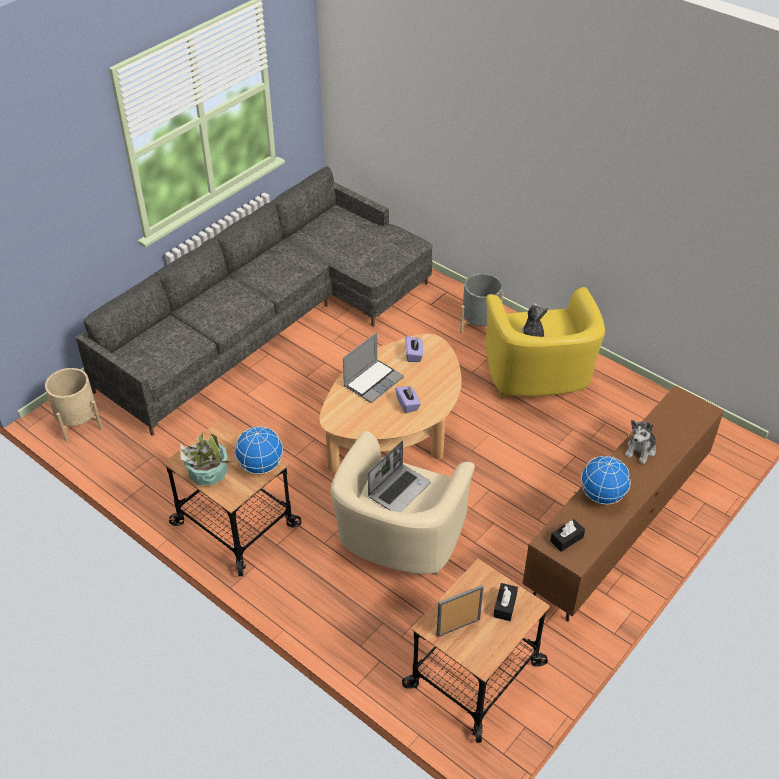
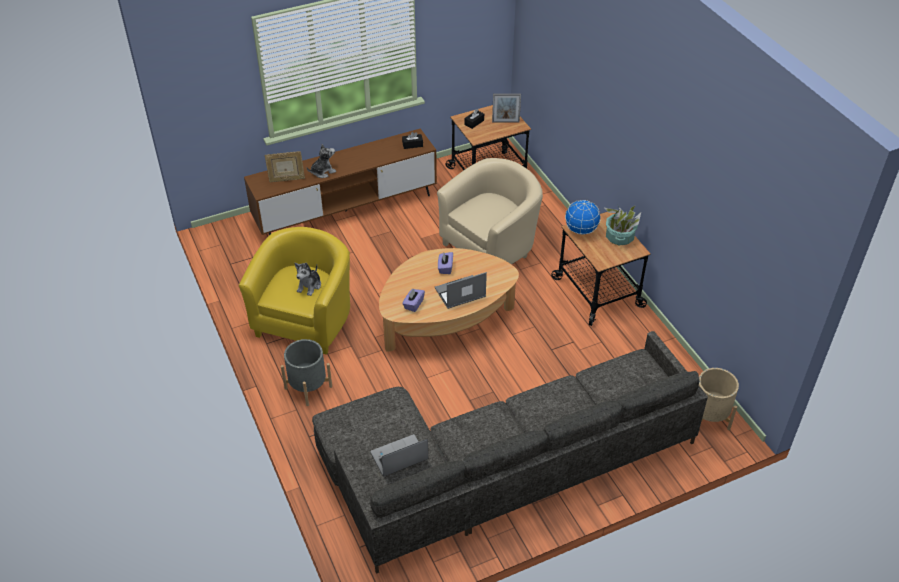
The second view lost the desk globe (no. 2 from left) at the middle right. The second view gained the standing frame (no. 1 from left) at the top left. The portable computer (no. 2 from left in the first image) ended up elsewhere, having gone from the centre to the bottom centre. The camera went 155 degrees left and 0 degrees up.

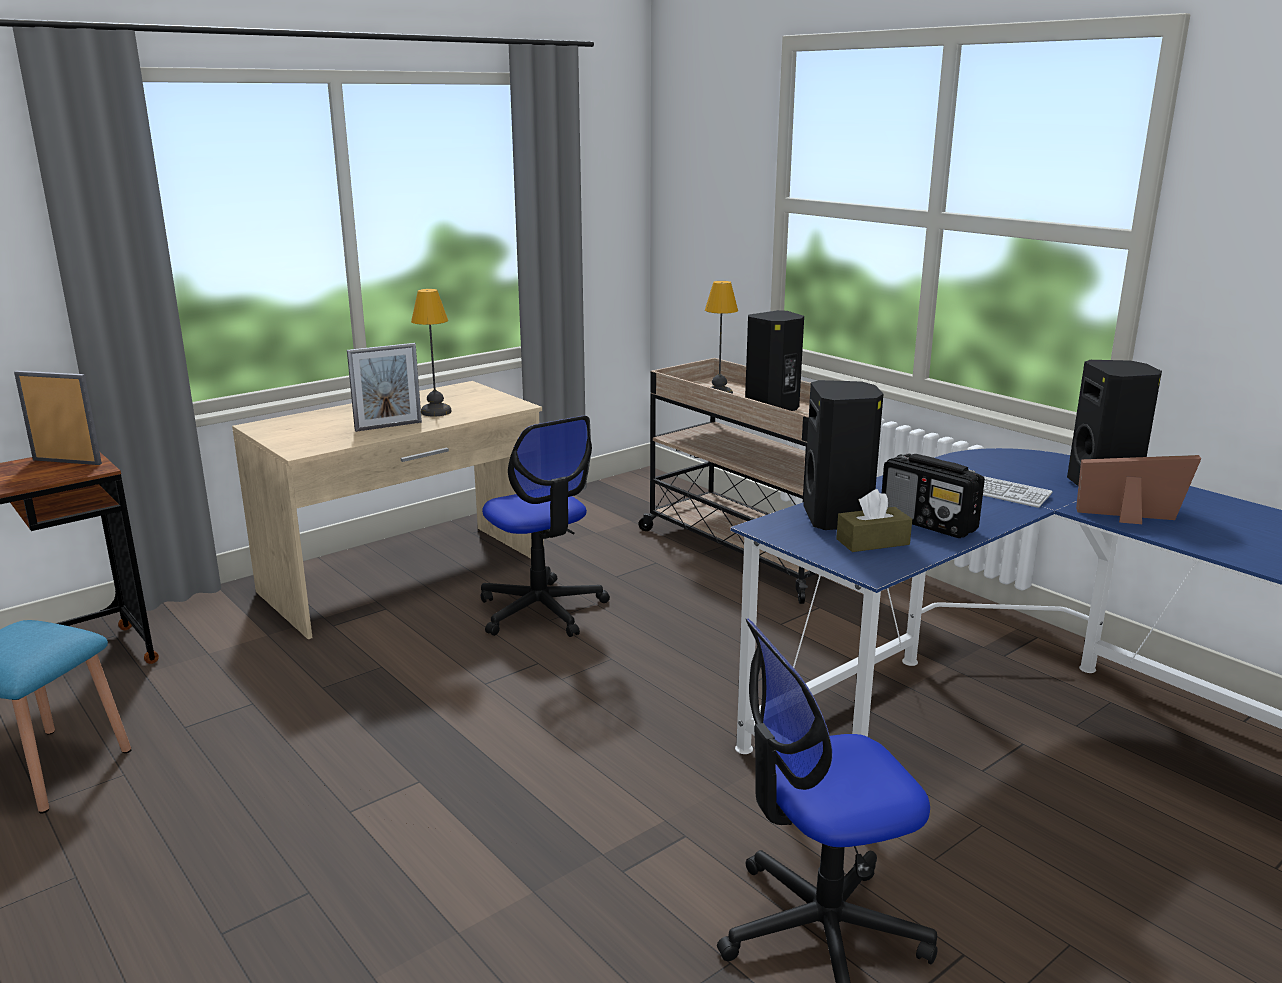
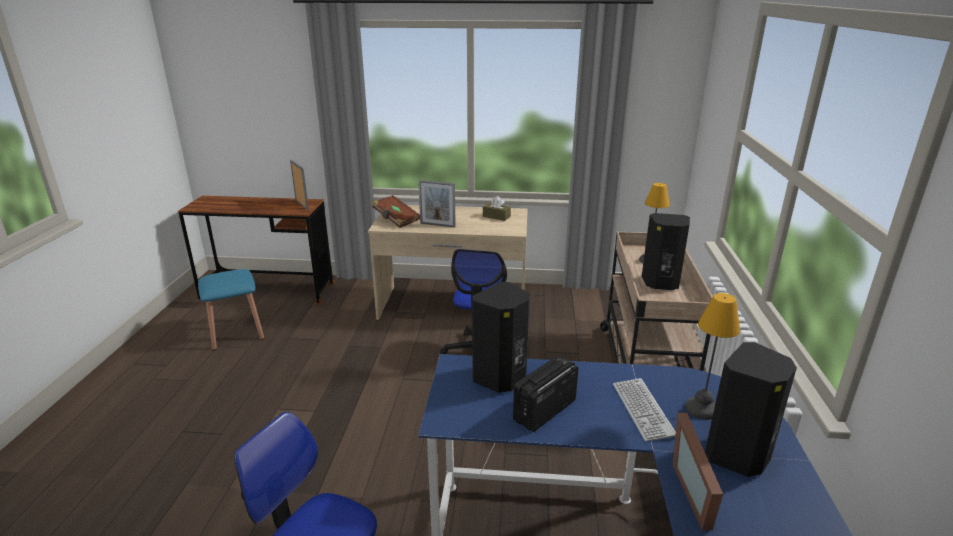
The second view gained the bound book (brown) at the centre. The lamp for a table (no. 1 from left in the first image) ended up elsewhere, having gone from the centre to the middle right. The box of tissues (brown) ended up elsewhere, having gone from the middle right to the centre. The radio at the middle right ended up facing another way, 45 degrees clockwise from before. The standing frame (no. 3 from left) at the middle right ended up facing another way, 150 degrees counterclockwise from before. The camera went 45 degrees right and 5 degrees up.

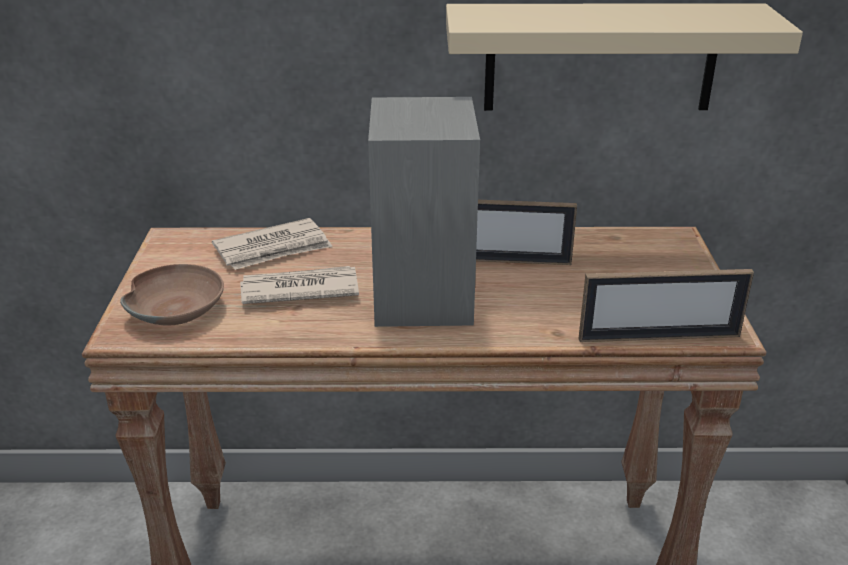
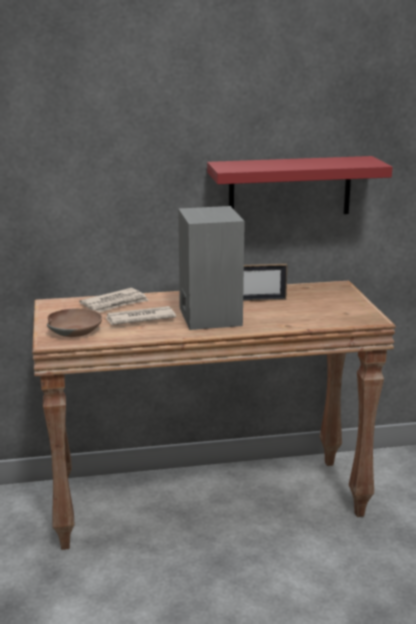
The second view lost the standing frame (no. 2 from left) at the middle right. What was the wall shelf (beige-coloured) at the top right turned into the wall shelf (reddish) at the top right. The camera went 10 degrees left and 10 degrees down.

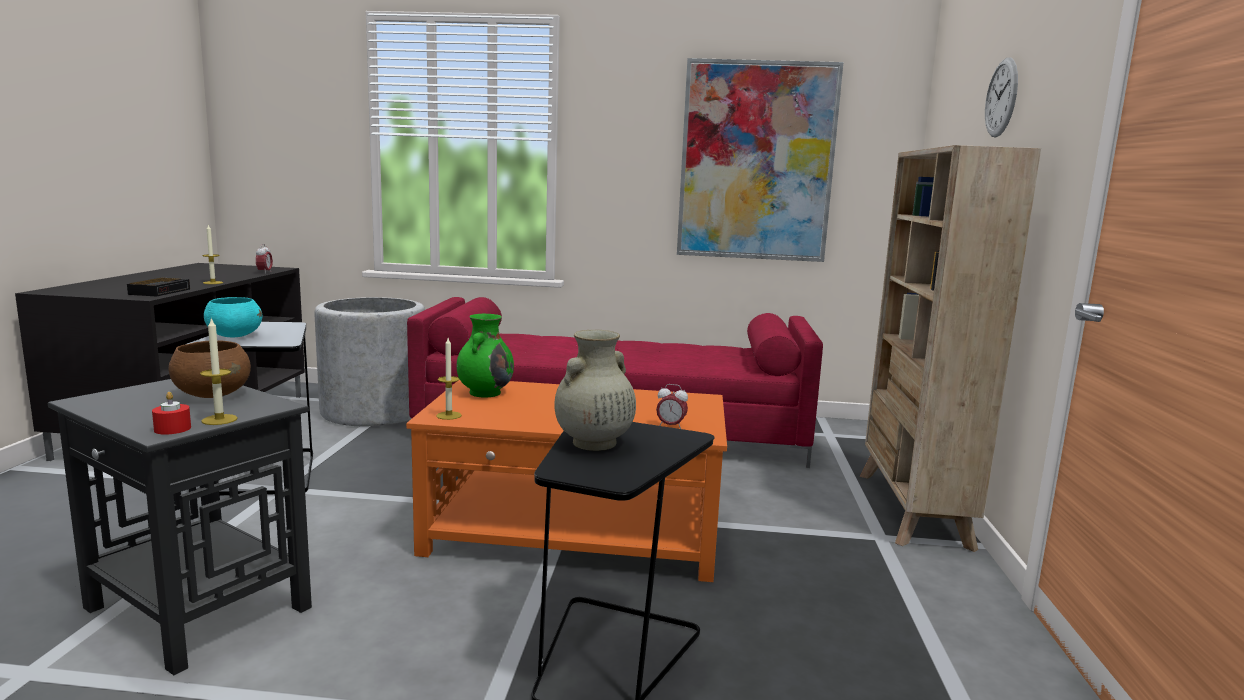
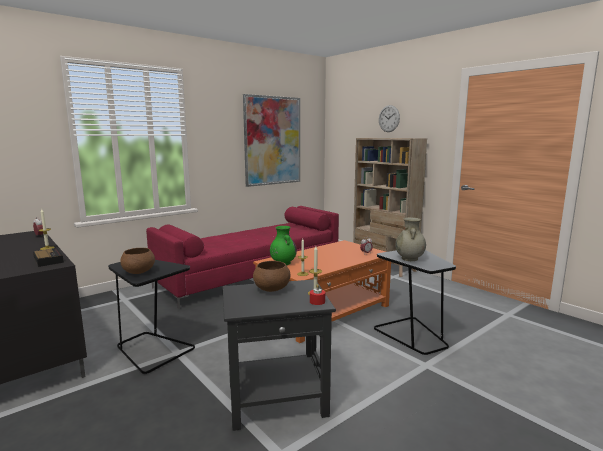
The second view lost the flower pot (gray) at the middle left. What was the serving bowl (turquoise-coloured) at the middle left turned into the serving bowl (brown) (no. 1 from left) at the middle left. The camera went 45 degrees left and 0 degrees up.

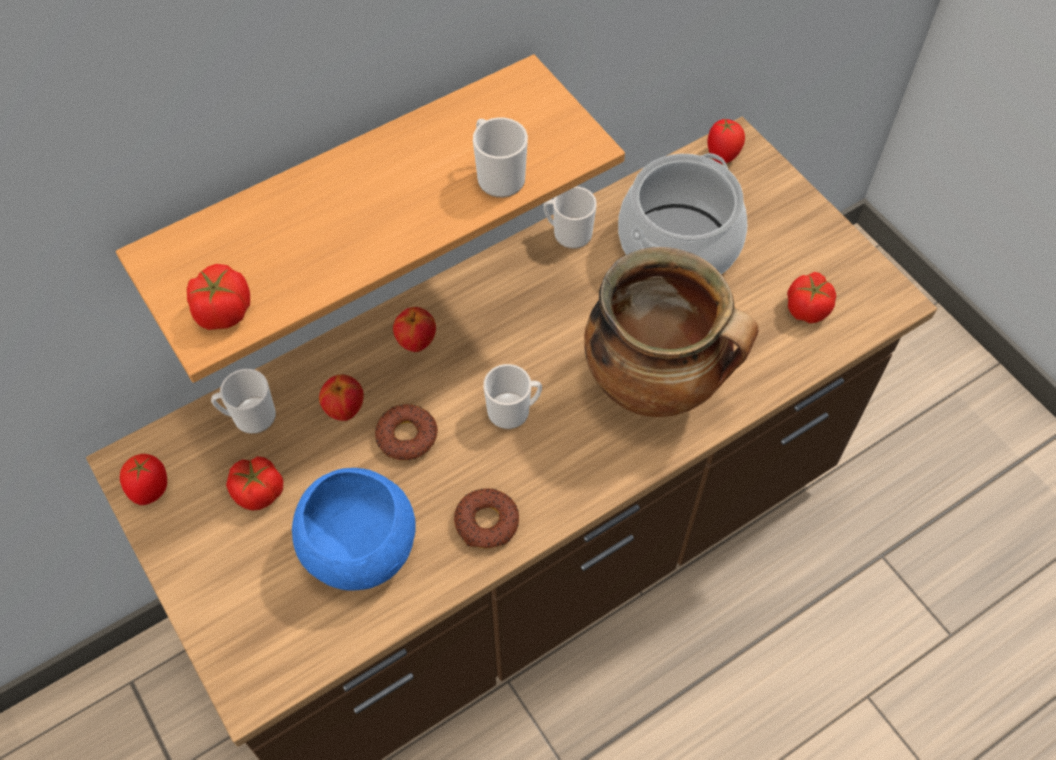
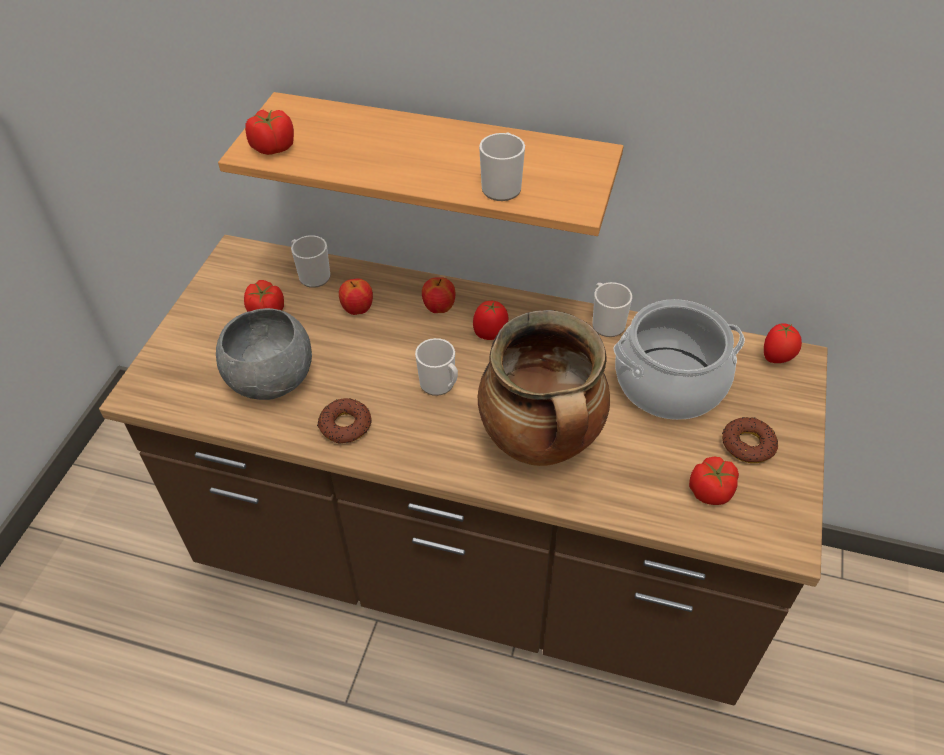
The fresh tomato (no. 1 from left in the first image) ended up elsewhere, having gone from the middle left to the centre. The ring doughnut (no. 1 from left in the first image) ended up elsewhere, having gone from the centre to the middle right. What was the serving bowl (blue-coloured) at the bottom centre turned into the serving bowl (gray) at the middle left. The camera went 50 degrees right and 10 degrees down.

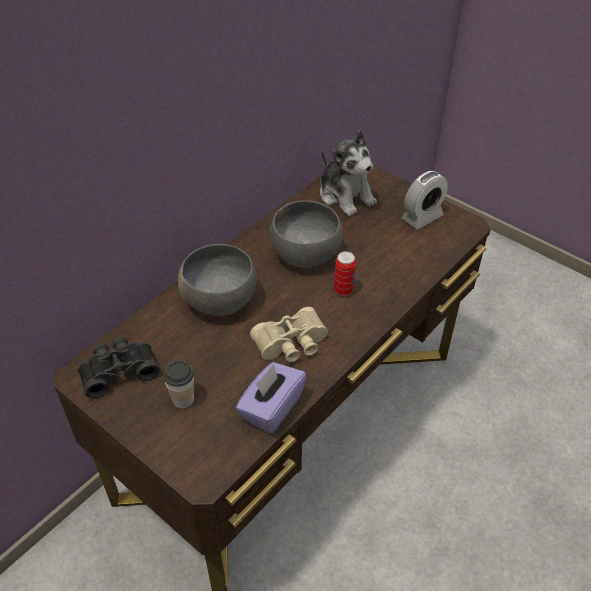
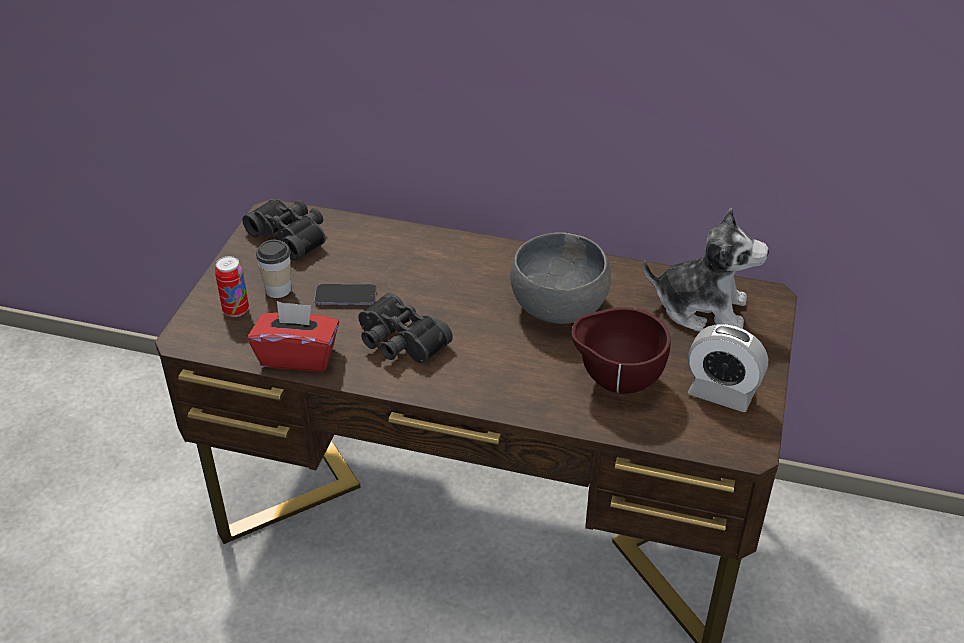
The second view lost the serving bowl (gray) (no. 1 from left) at the centre. The second view gained the handset at the centre. The second view gained the serving bowl (brown) at the centre. The metal can ended up elsewhere, having gone from the centre to the middle left. What was the box of tissues (purplish) at the bottom centre turned into the box of tissues (reddish) at the middle left. What was the pair of binoculars (beige-coloured) at the centre turned into the pair of binoculars (blackish) (no. 2 from left) at the centre. The cuddly toy at the top centre ended up facing another way, 105 degrees counterclockwise from before. The camera went 65 degrees right and 5 degrees down.

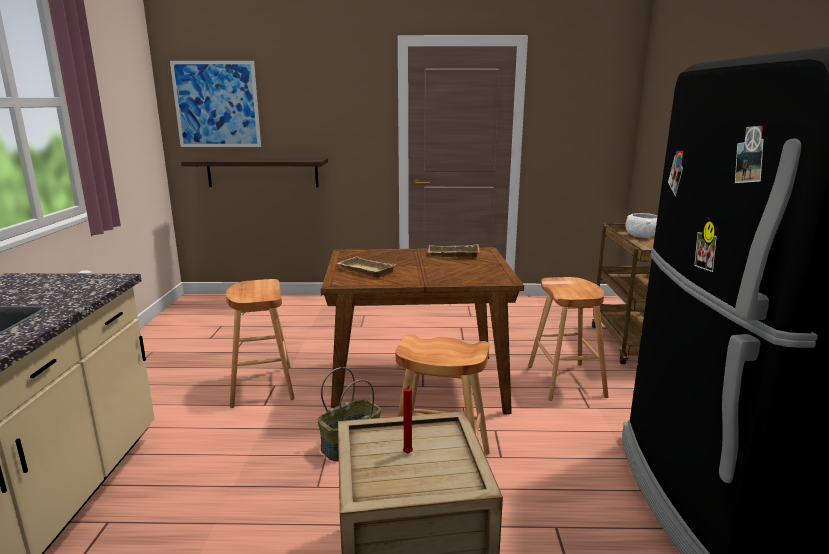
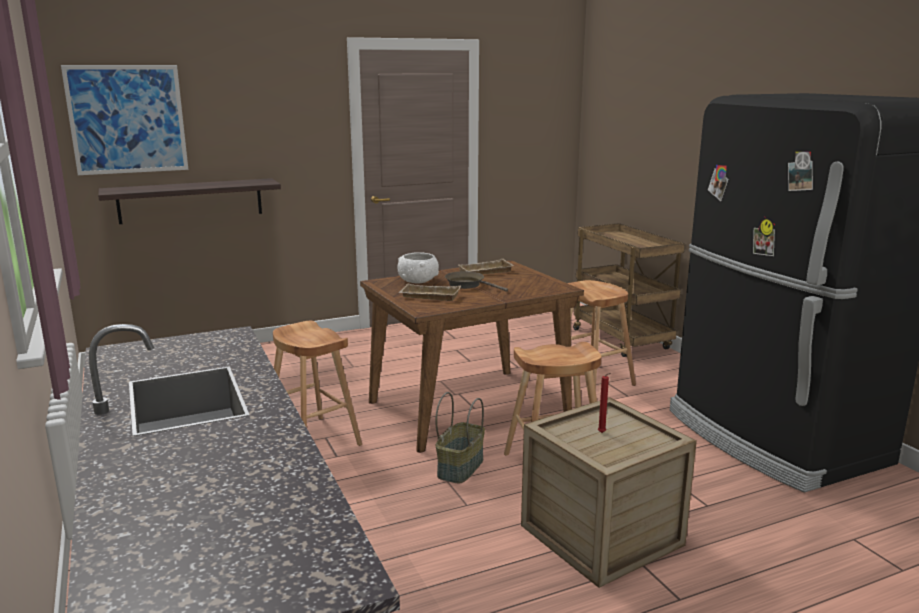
The second view gained the frying pan (brown) at the centre. The serving bowl (whitish) ended up elsewhere, having gone from the middle right to the centre. The camera went 25 degrees left and 0 degrees up.

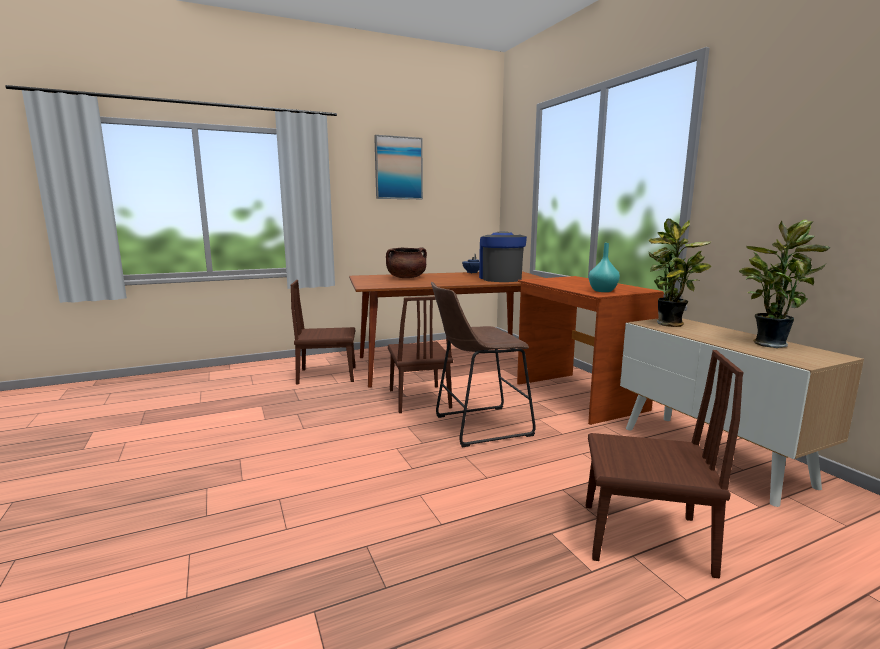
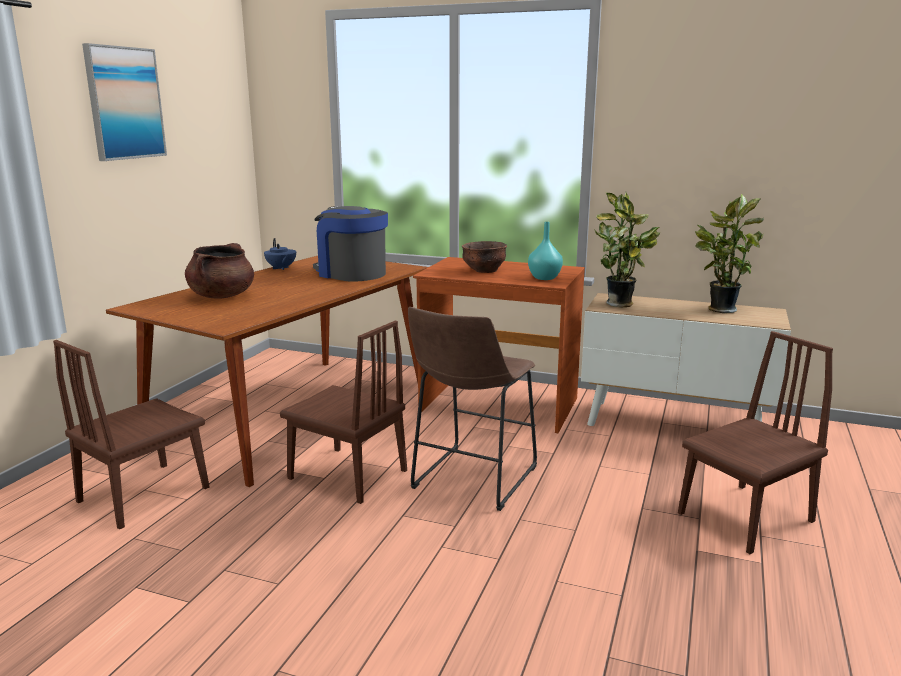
The second view gained the serving bowl (brown) at the centre. The camera went 45 degrees left and 5 degrees up.

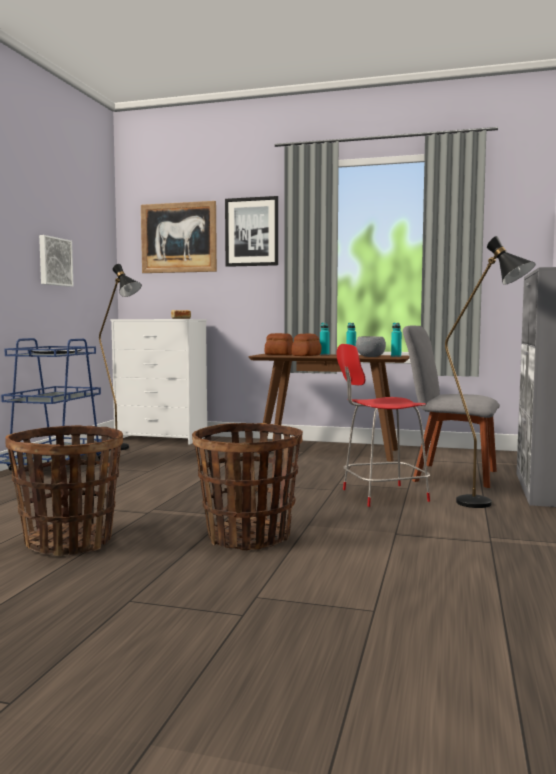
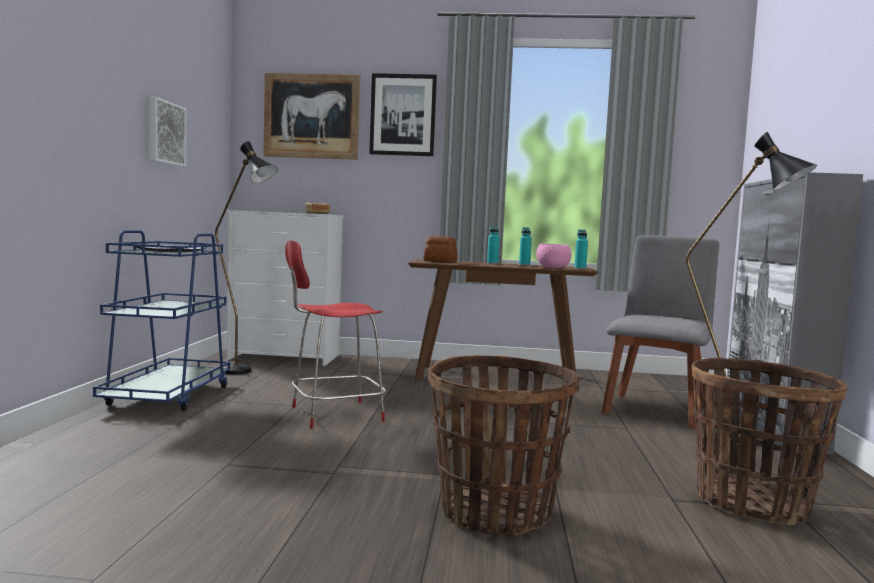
The second view lost the bread (no. 3 from left) at the centre. The basket (no. 1 from left in the first image) ended up elsewhere, having gone from the middle left to the bottom right. The chair (reddish) ended up elsewhere, having gone from the middle right to the centre. What was the serving bowl (gray) at the middle right turned into the serving bowl (pinkish) at the centre. The chair (gray) at the middle right ended up facing another way, 105 degrees clockwise from before. The camera went 10 degrees left and 0 degrees up.

